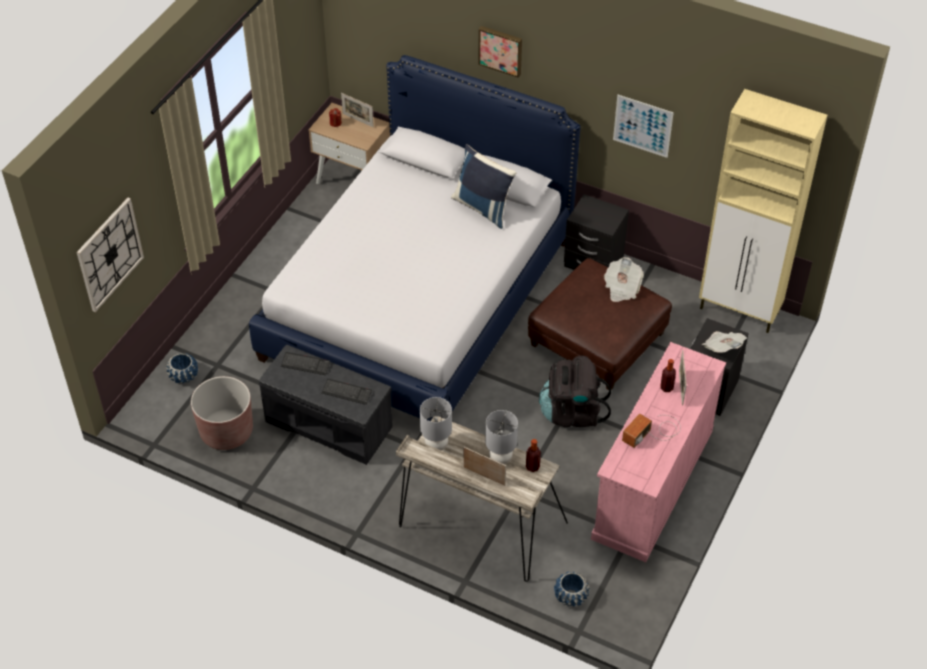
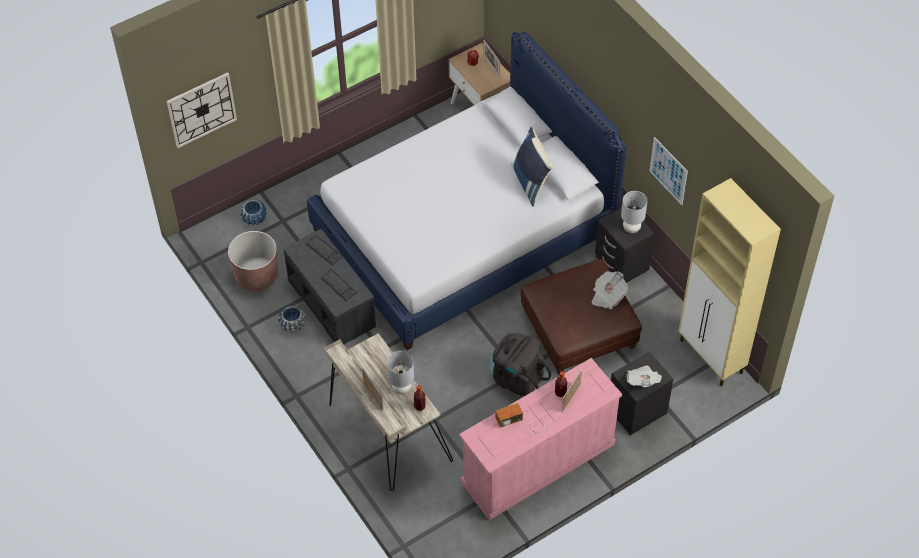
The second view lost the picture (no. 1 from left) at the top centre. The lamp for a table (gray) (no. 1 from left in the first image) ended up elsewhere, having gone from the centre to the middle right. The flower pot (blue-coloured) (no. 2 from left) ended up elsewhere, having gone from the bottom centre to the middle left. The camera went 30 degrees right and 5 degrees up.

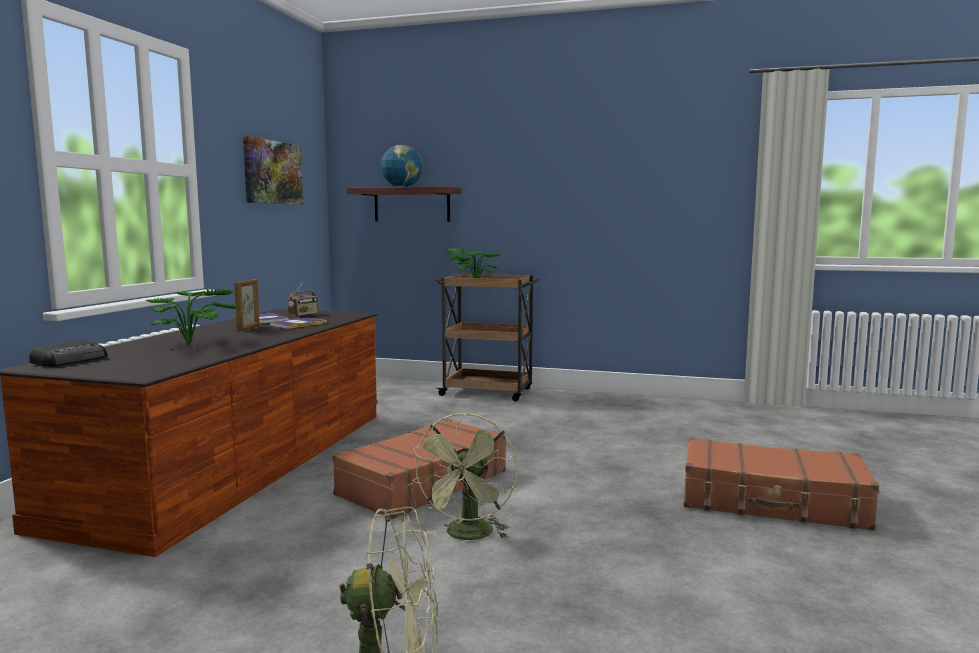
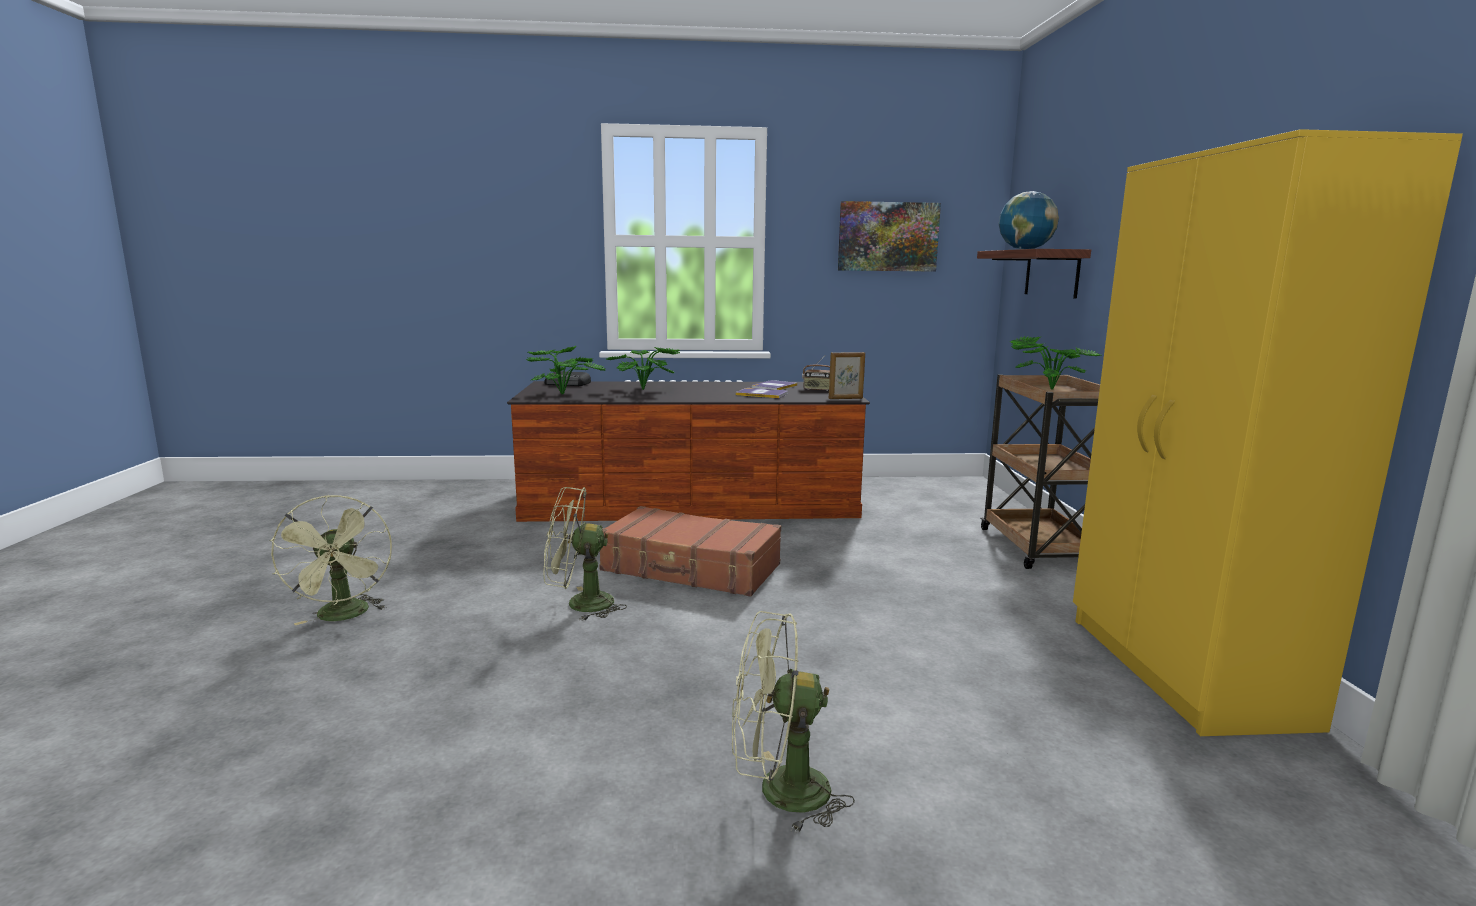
The second view gained the potted plant (no. 1 from left) at the centre. The second view gained the wardrobe (yellowish) at the middle right. The standing frame ended up elsewhere, having gone from the middle left to the centre. Where the piece of luggage (brown) (no. 2 from left) stood at the bottom right, the electric fan (greenish) (no. 3 from left) came to stand at the bottom centre. The camera went 70 degrees right and 5 degrees up.

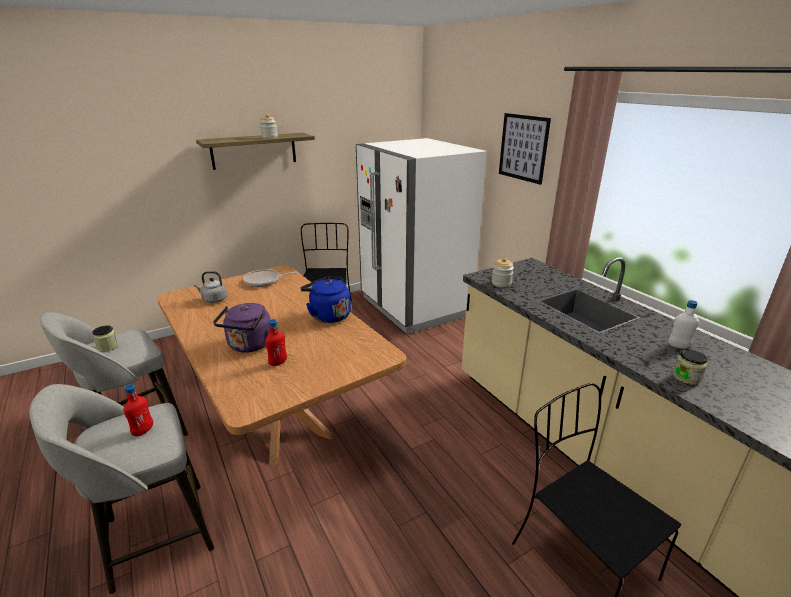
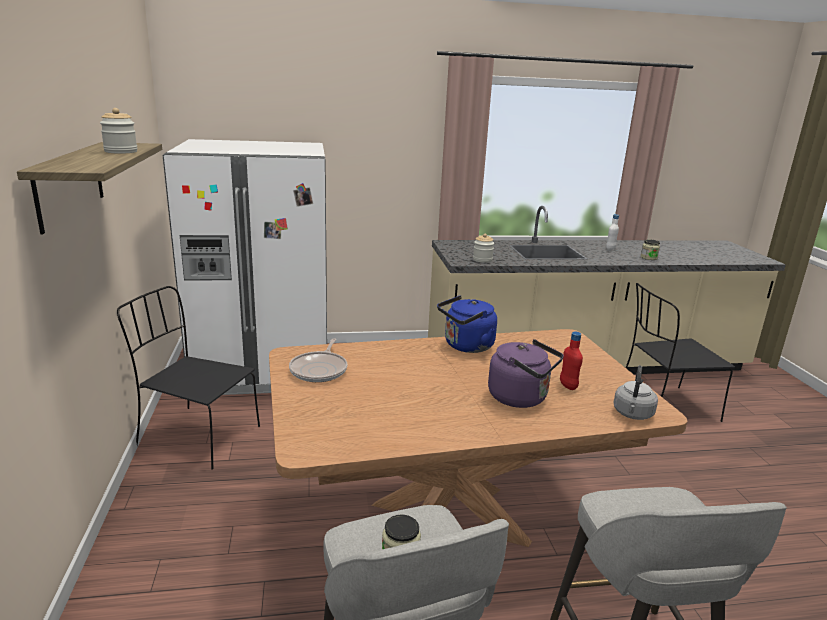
The second view lost the beverage bottle (reddish) (no. 1 from left) at the bottom left. The second view lost the picture at the top centre. The kettle (gray) ended up elsewhere, having gone from the middle left to the middle right. The camera went 70 degrees left and 5 degrees down.

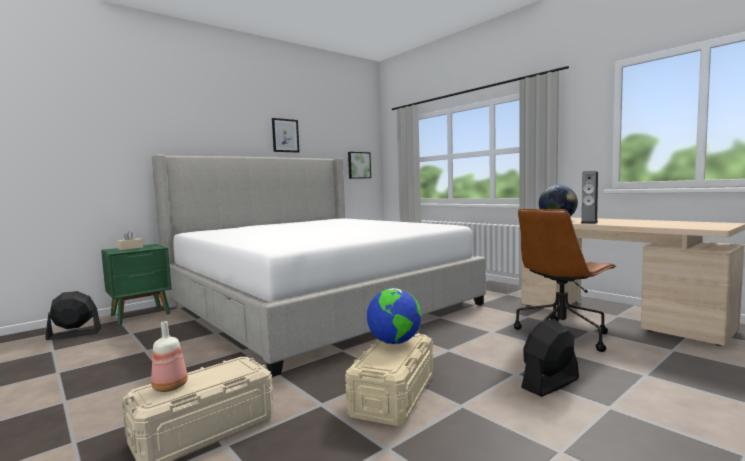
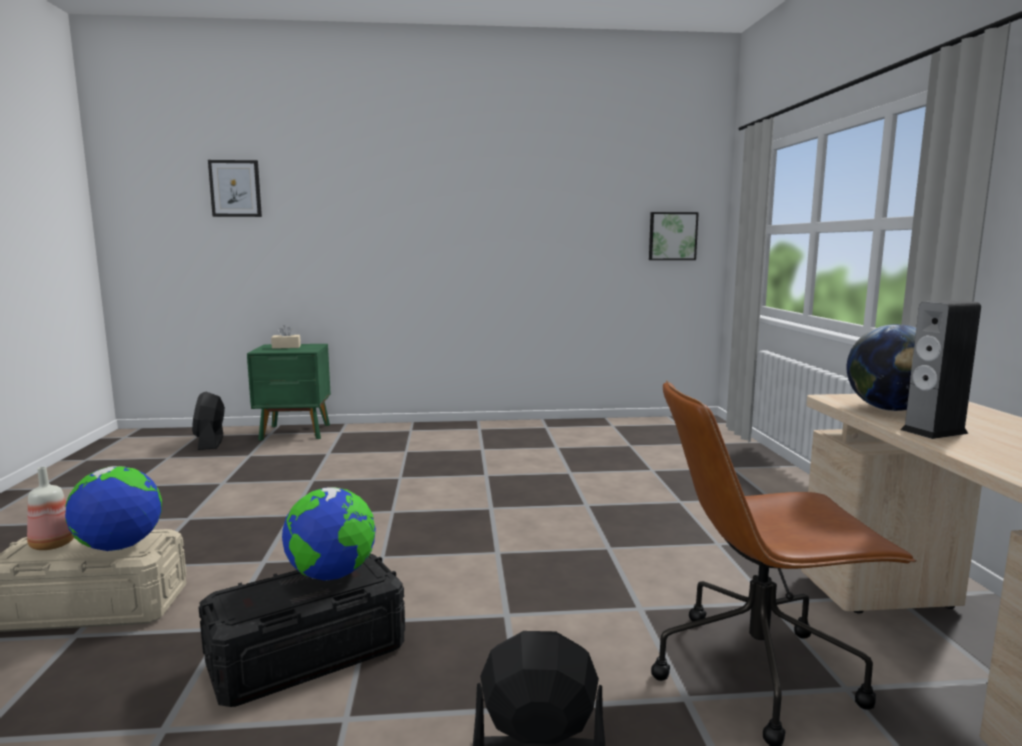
The second view lost the bed at the centre. The second view gained the desk globe (no. 1 from left) at the bottom left. The picture (no. 1 from left) ended up elsewhere, having gone from the top centre to the top left. What was the storage bin (beige-coloured) (no. 2 from left) at the bottom centre turned into the storage bin (blackish) at the bottom left. The electric fan (blackish) (no. 1 from left) at the bottom left ended up facing another way, 120 degrees counterclockwise from before. The camera went 35 degrees right and 5 degrees up.

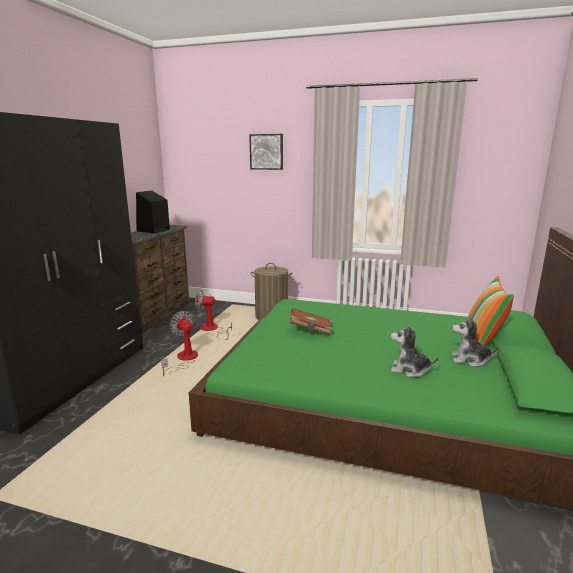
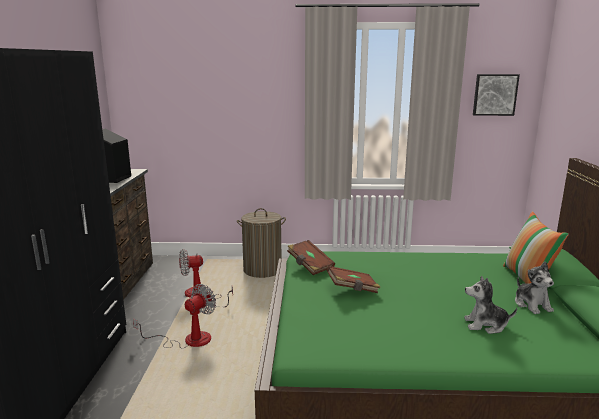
The second view gained the bound book (brown) (no. 1 from left) at the centre. The picture ended up elsewhere, having gone from the top centre to the top right. The electric fan (no. 1 from left) at the middle left ended up facing another way, 90 degrees clockwise from before. The cuddly toy (no. 2 from left) at the middle right ended up facing another way, 105 degrees counterclockwise from before. The camera went 15 degrees left and 0 degrees up.

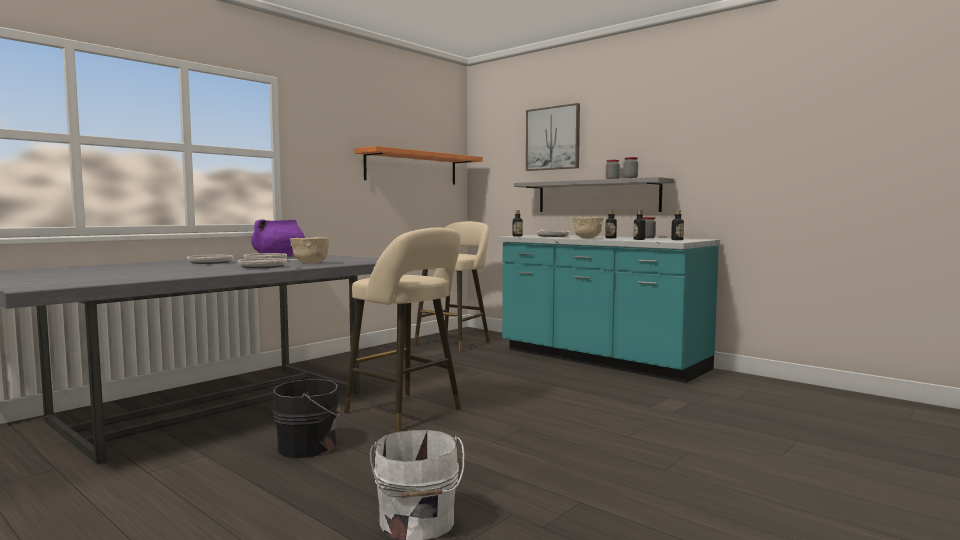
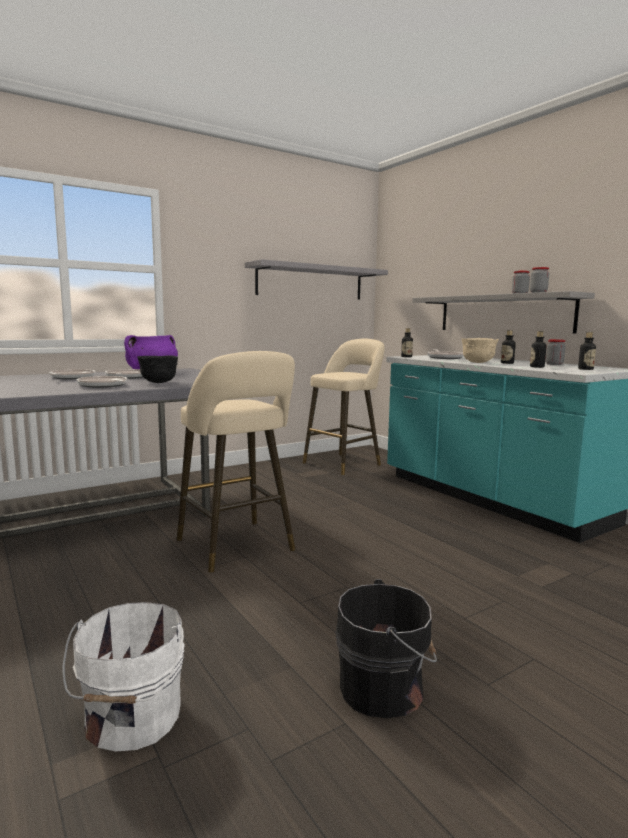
The second view lost the picture at the top centre. The bucket (blackish) ended up elsewhere, having gone from the bottom left to the bottom centre. What was the serving bowl (beige-coloured) (no. 1 from left) at the middle left turned into the serving bowl (blackish) at the middle left. What was the wall shelf (orangey) at the top centre turned into the wall shelf (gray) (no. 1 from left) at the top centre. The camera went 15 degrees right and 5 degrees up.

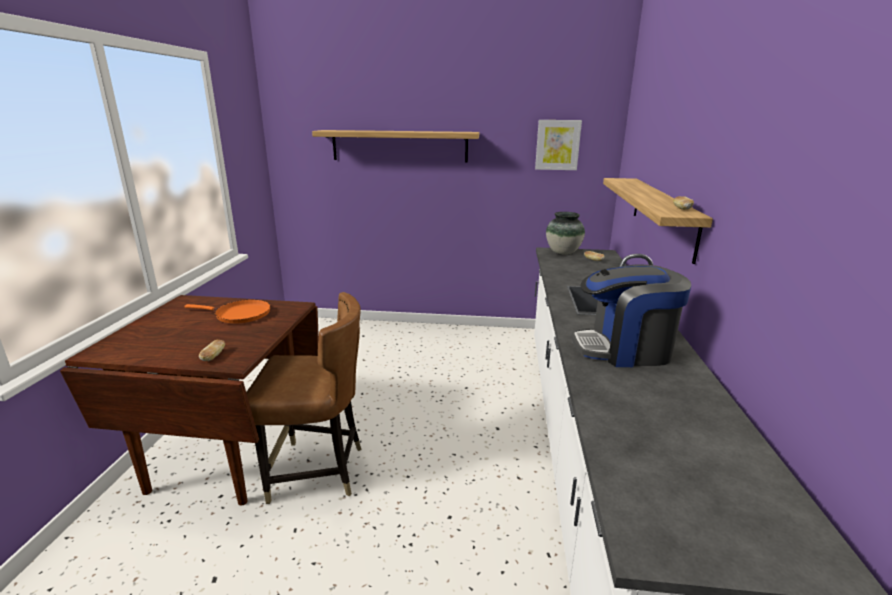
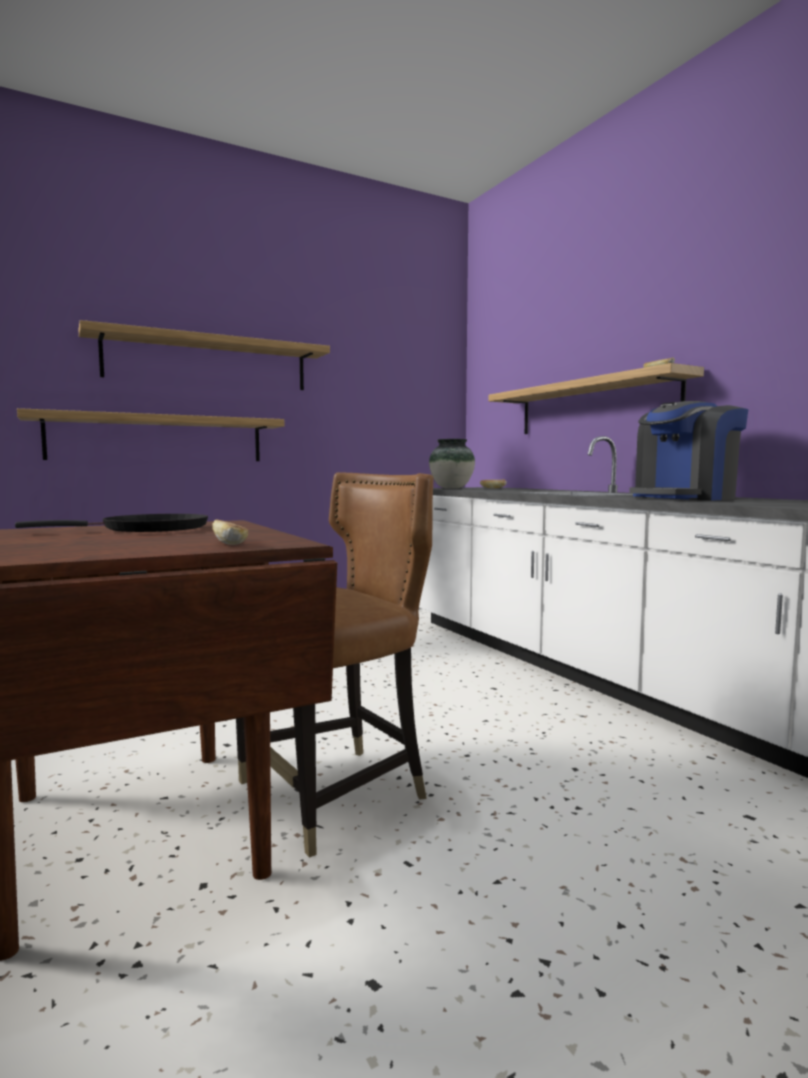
The second view lost the picture at the top centre. The second view gained the wall shelf (no. 1 from left) at the middle left. What was the frying pan (orangey) at the middle left turned into the frying pan (blackish) at the middle left. The camera went 35 degrees left and 15 degrees down.

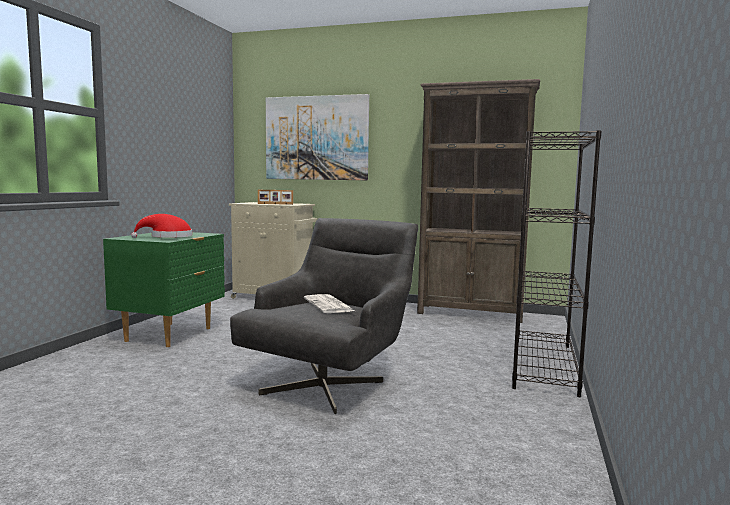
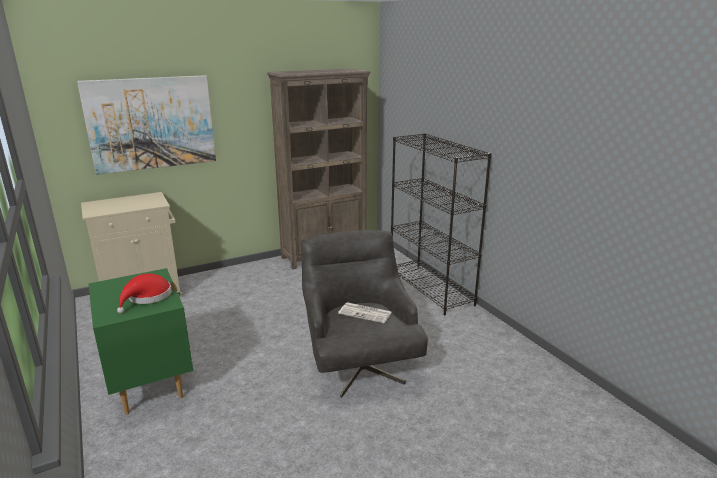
The second view lost the standing frame at the centre. The camera went 45 degrees left and 15 degrees up.

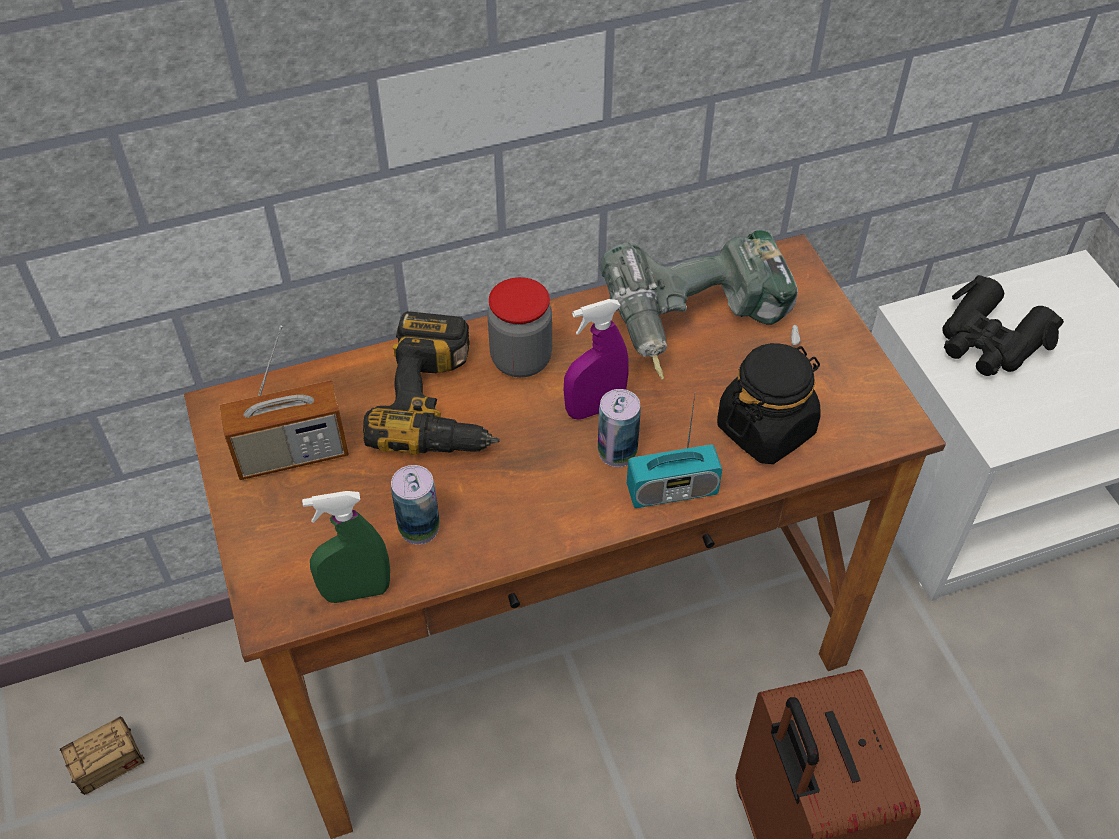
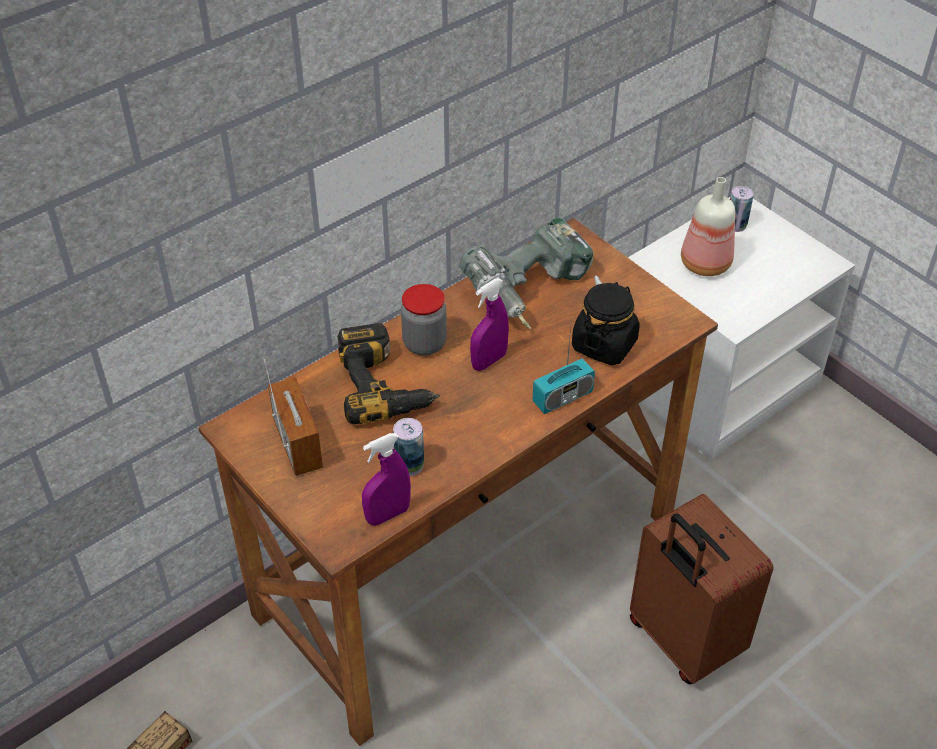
The metal can (no. 2 from left) ended up elsewhere, having gone from the centre to the top right. Where the pair of binoculars (blackish) stood at the middle right, the beverage bottle came to stand at the top right. What was the spray bottle (greenish) at the middle left turned into the spray bottle (purplish) (no. 1 from left) at the centre. The radio (no. 1 from left) at the middle left ended up facing another way, 75 degrees counterclockwise from before. The camera went 20 degrees left and 5 degrees down.

